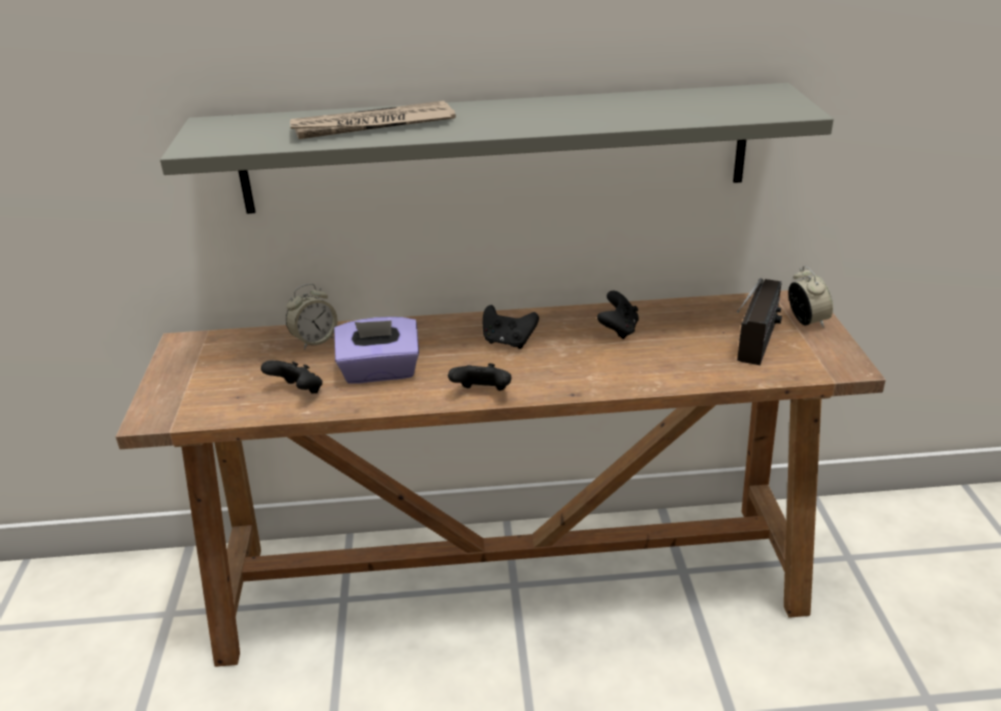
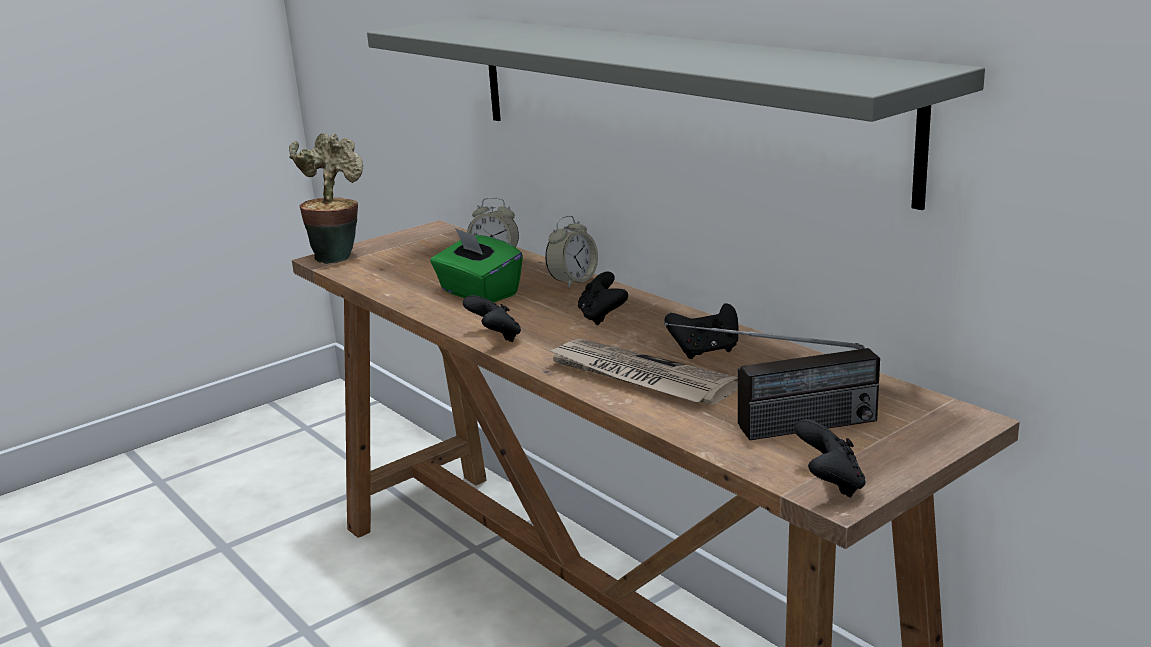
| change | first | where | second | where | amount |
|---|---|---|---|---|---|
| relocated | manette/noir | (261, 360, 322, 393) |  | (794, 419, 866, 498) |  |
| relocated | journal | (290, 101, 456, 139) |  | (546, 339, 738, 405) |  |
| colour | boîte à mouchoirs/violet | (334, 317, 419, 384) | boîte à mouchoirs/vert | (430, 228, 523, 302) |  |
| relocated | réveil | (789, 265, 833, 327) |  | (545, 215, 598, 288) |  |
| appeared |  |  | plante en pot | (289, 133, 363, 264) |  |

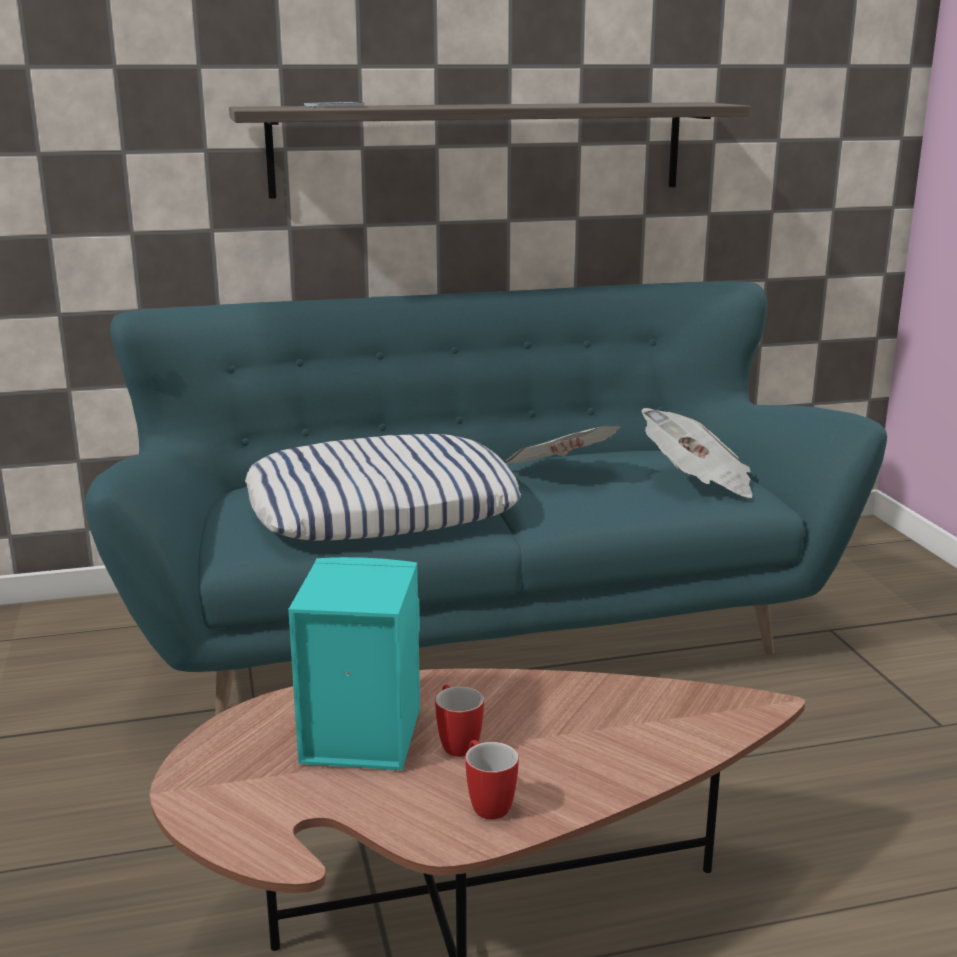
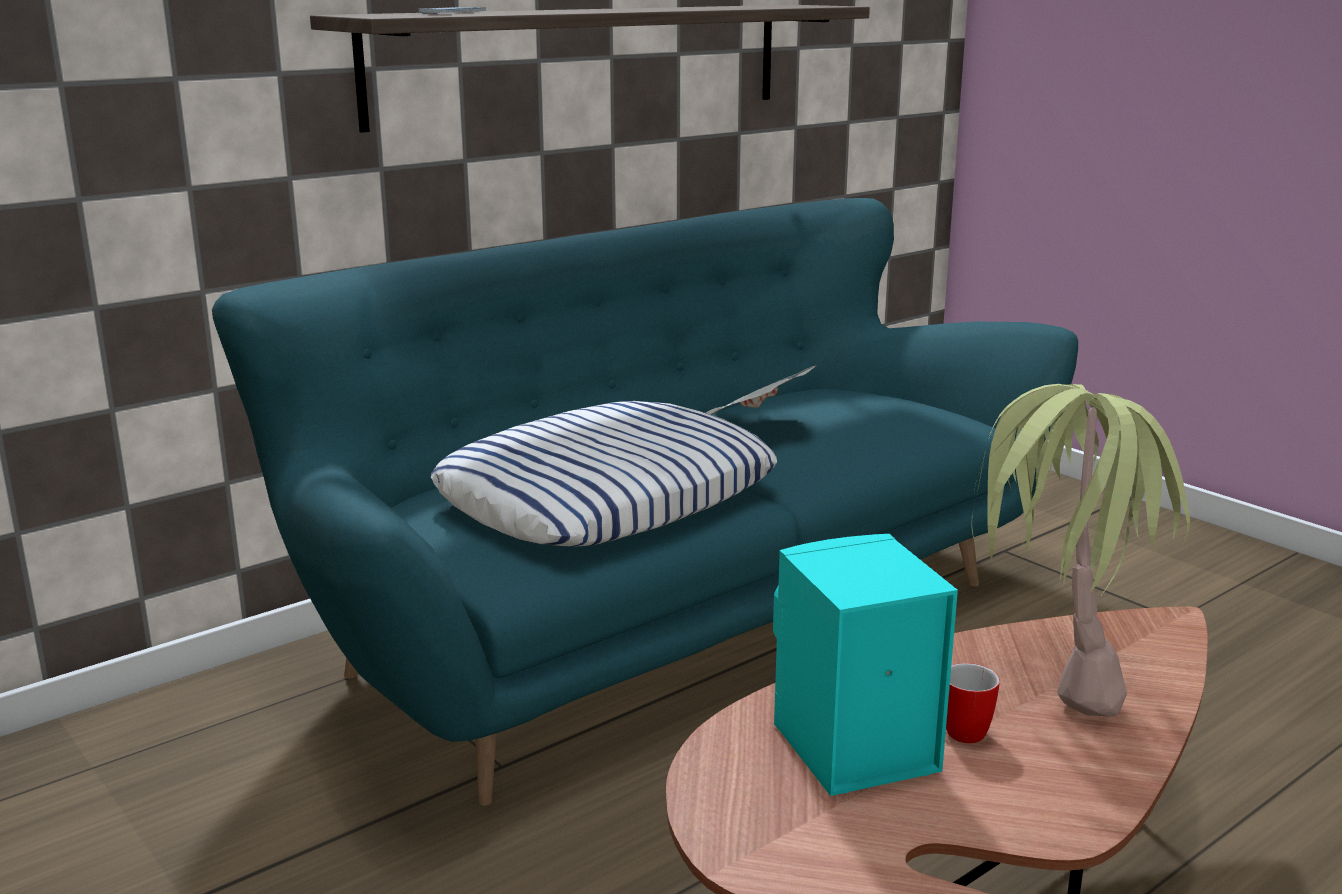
| change | first | where | second | where | amount |
|---|---|---|---|---|---|
| missing | mug | (465, 740, 519, 819) |  |  |  |
| missing | journal | (641, 408, 752, 498) |  |  |  |
| appeared |  |  | plante en pot | (971, 384, 1190, 717) |  |

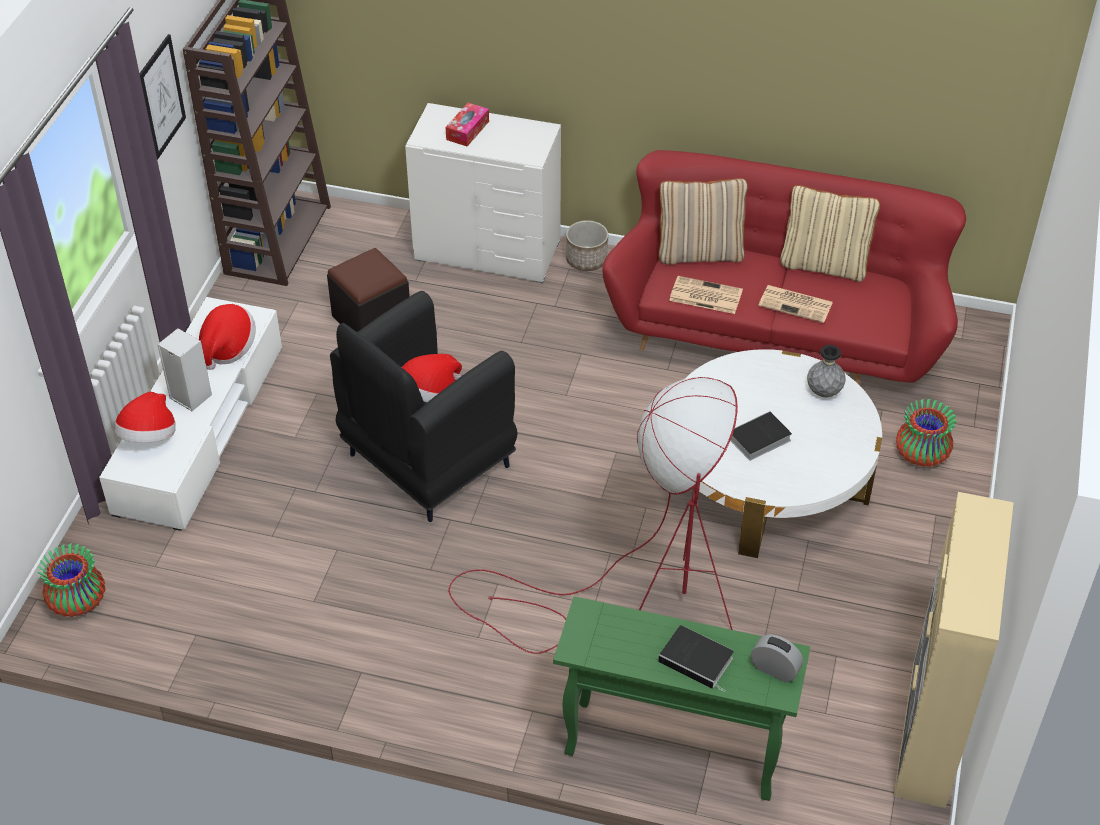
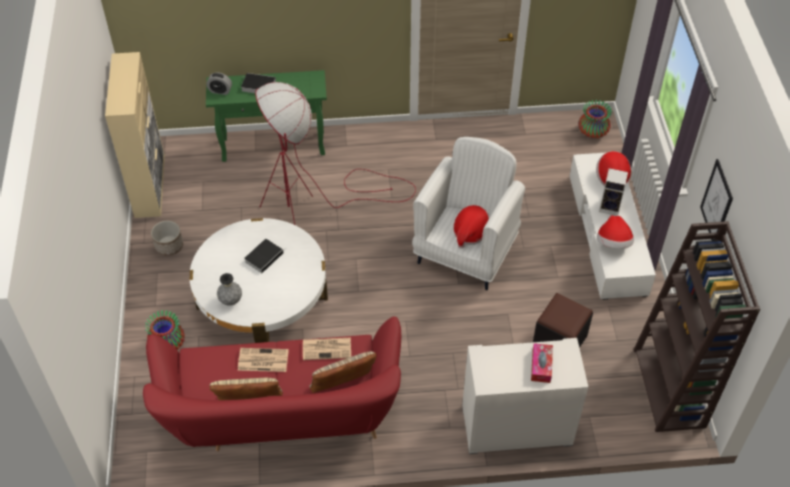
| change | first | where | second | where | amount |
|---|---|---|---|---|---|
| colour | fauteuil/noir | (330, 291, 517, 522) | fauteuil/blanc | (412, 137, 525, 290) |  |
| relocated | cache-pot | (566, 220, 608, 271) |  | (151, 221, 183, 256) |  |

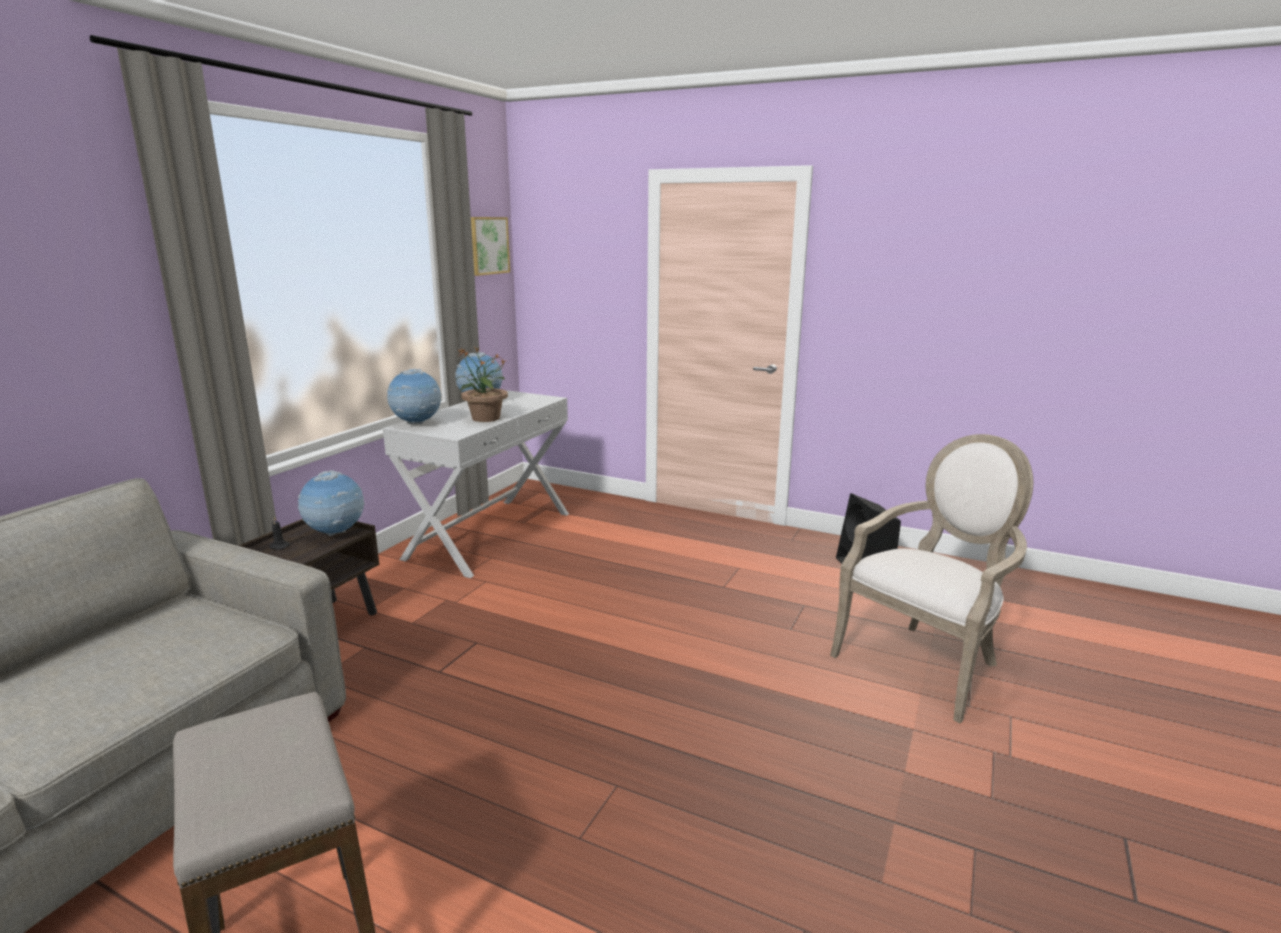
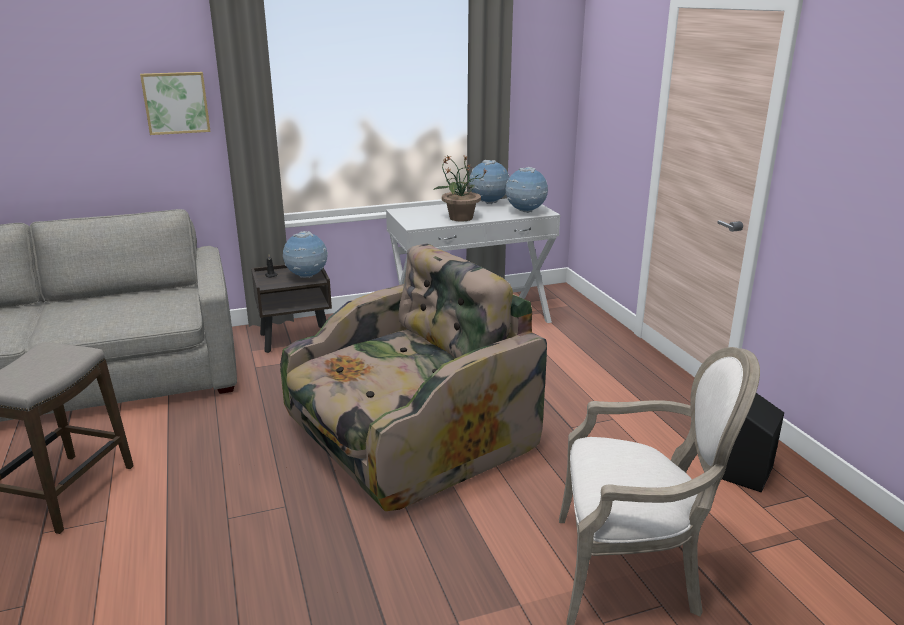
| change | first | where | second | where | amount |
|---|---|---|---|---|---|
| relocated | globe | (387, 369, 442, 424) |  | (505, 167, 548, 213) |  |
| relocated | tableau | (471, 217, 510, 276) |  | (140, 72, 211, 135) |  |
| appeared |  |  | fauteuil | (280, 243, 547, 511) |  |

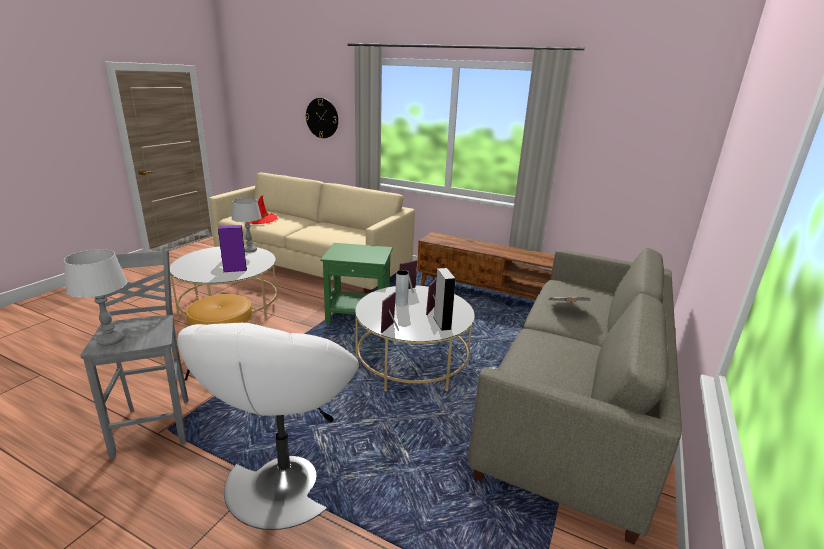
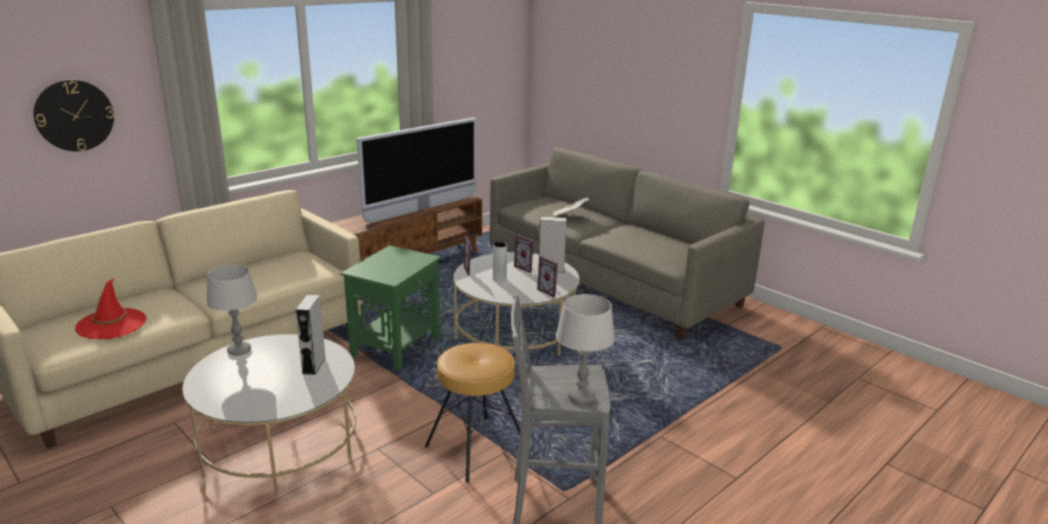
| change | first | where | second | where | amount |
|---|---|---|---|---|---|
| missing | fauteuil/blanc | (178, 323, 359, 530) |  |  |  |
| colour | enceinte/violet | (218, 225, 247, 272) | enceinte/gris | (295, 295, 326, 375) |  |
| appeared |  |  | téléviseur | (357, 118, 476, 223) |  |

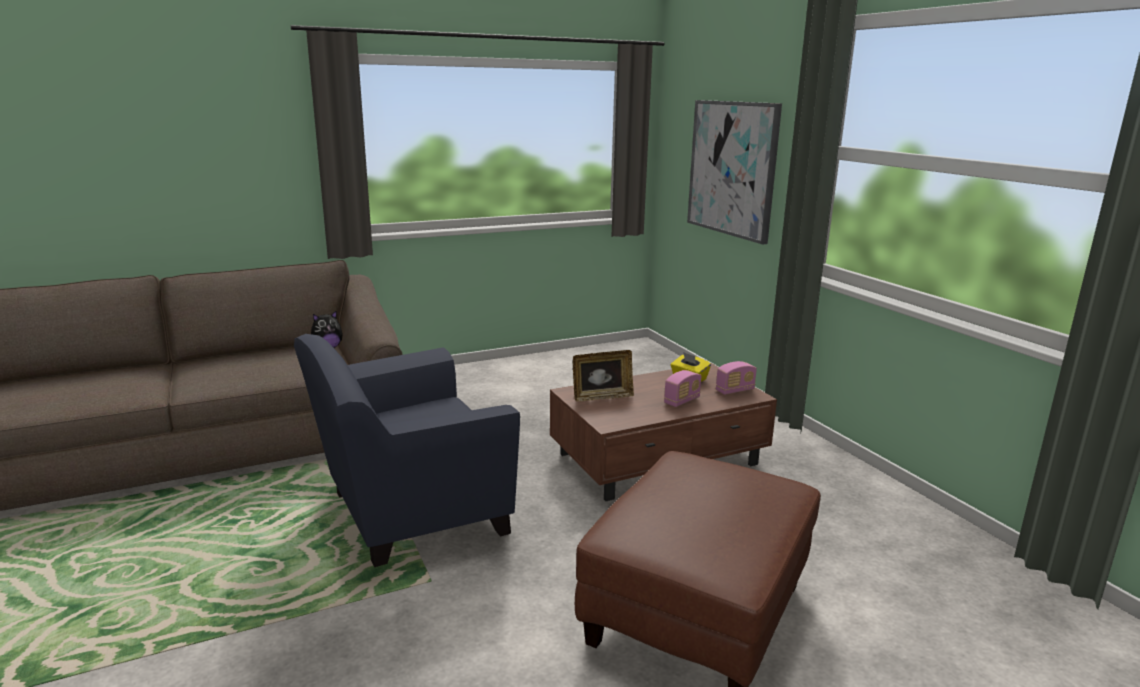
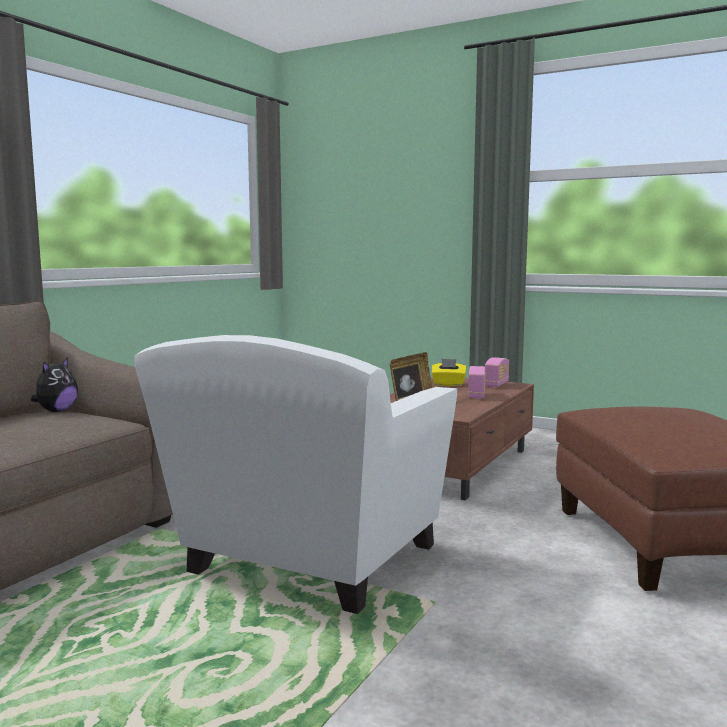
| change | first | where | second | where | amount |
|---|---|---|---|---|---|
| colour | fauteuil/bleu | (294, 334, 520, 567) | fauteuil/blanc | (134, 335, 457, 614) |  |
| missing | tableau | (687, 100, 782, 245) |  |  |  |

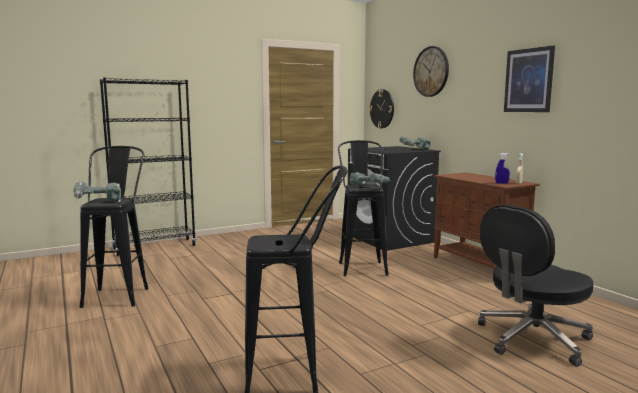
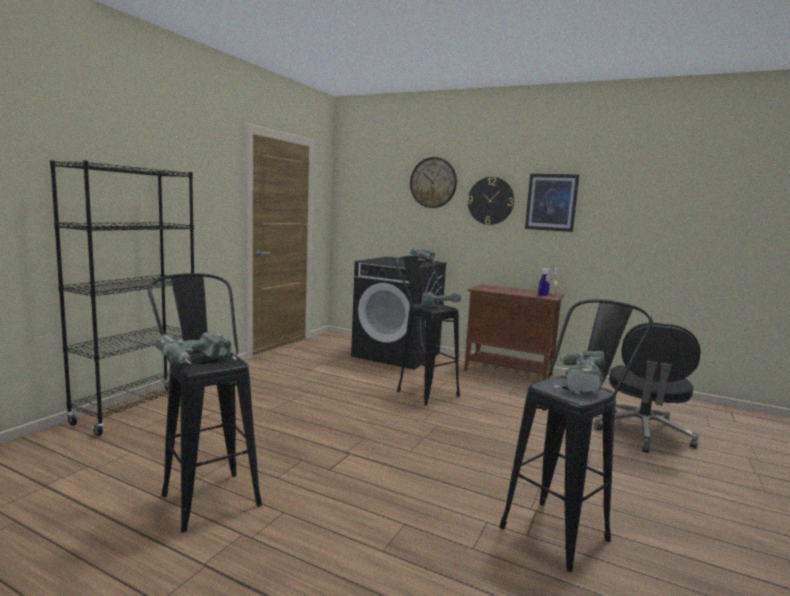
| change | first | where | second | where | amount |
|---|---|---|---|---|---|
| relocated | horloge murale | (369, 89, 394, 128) |  | (468, 177, 514, 225) |  |
| appeared |  |  | perceuse | (554, 351, 605, 392) |  |

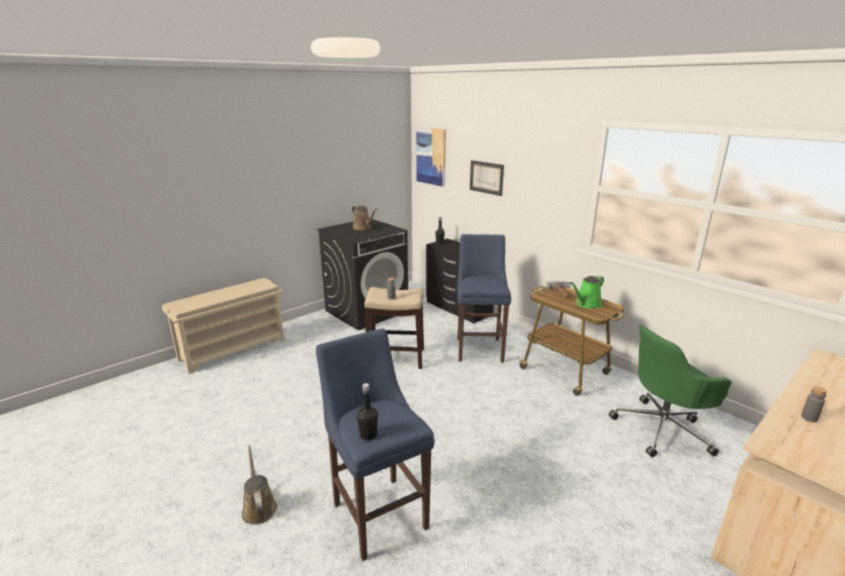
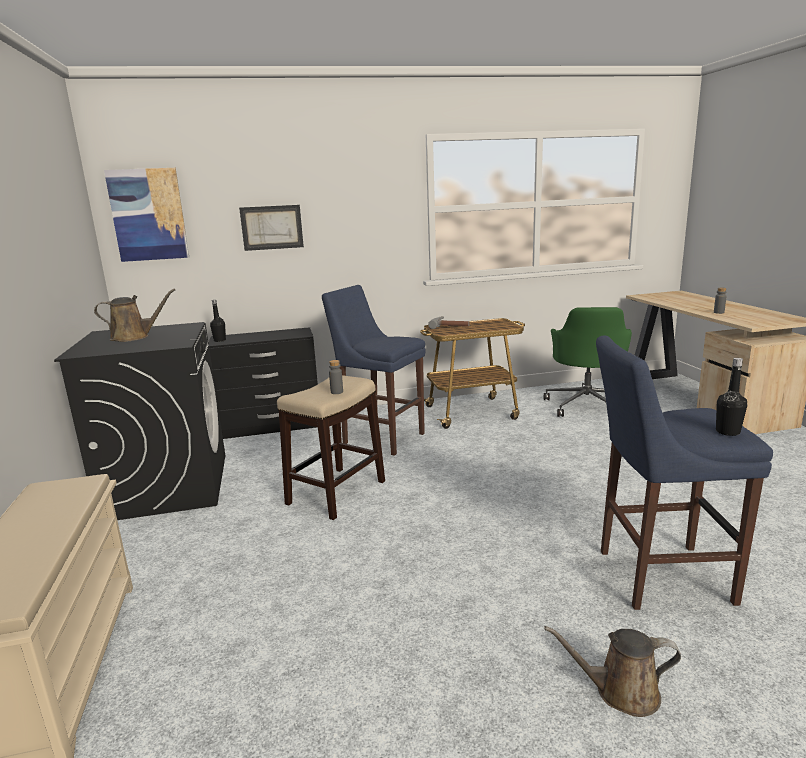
| change | first | where | second | where | amount |
|---|---|---|---|---|---|
| missing | arrosoir/vert | (570, 276, 604, 309) |  |  |  |

